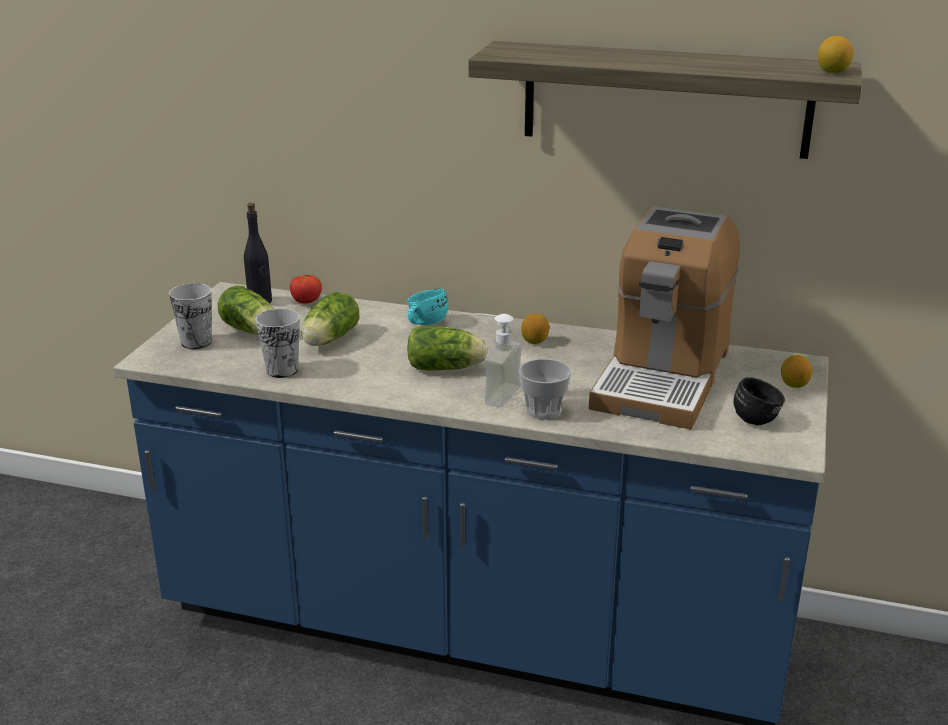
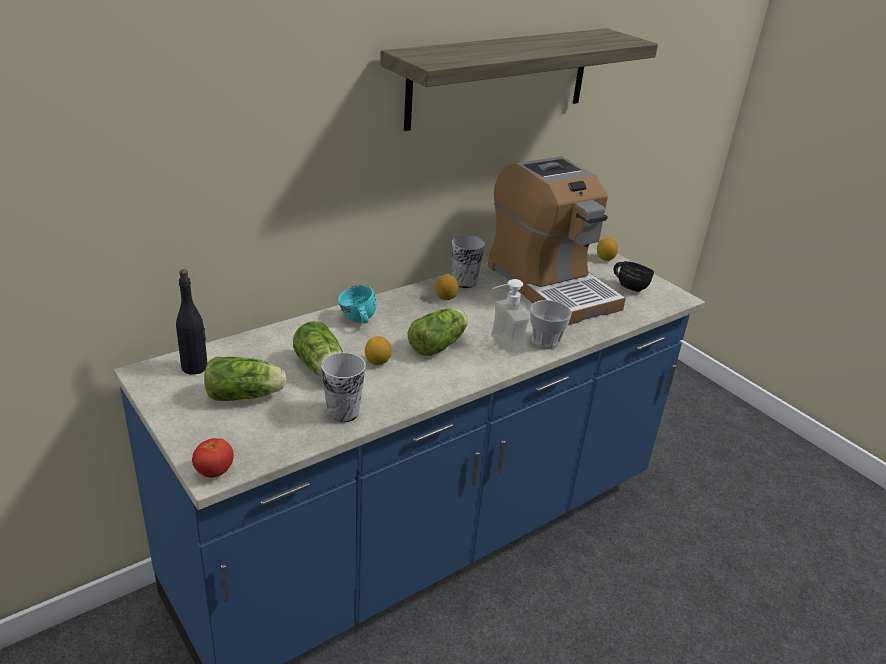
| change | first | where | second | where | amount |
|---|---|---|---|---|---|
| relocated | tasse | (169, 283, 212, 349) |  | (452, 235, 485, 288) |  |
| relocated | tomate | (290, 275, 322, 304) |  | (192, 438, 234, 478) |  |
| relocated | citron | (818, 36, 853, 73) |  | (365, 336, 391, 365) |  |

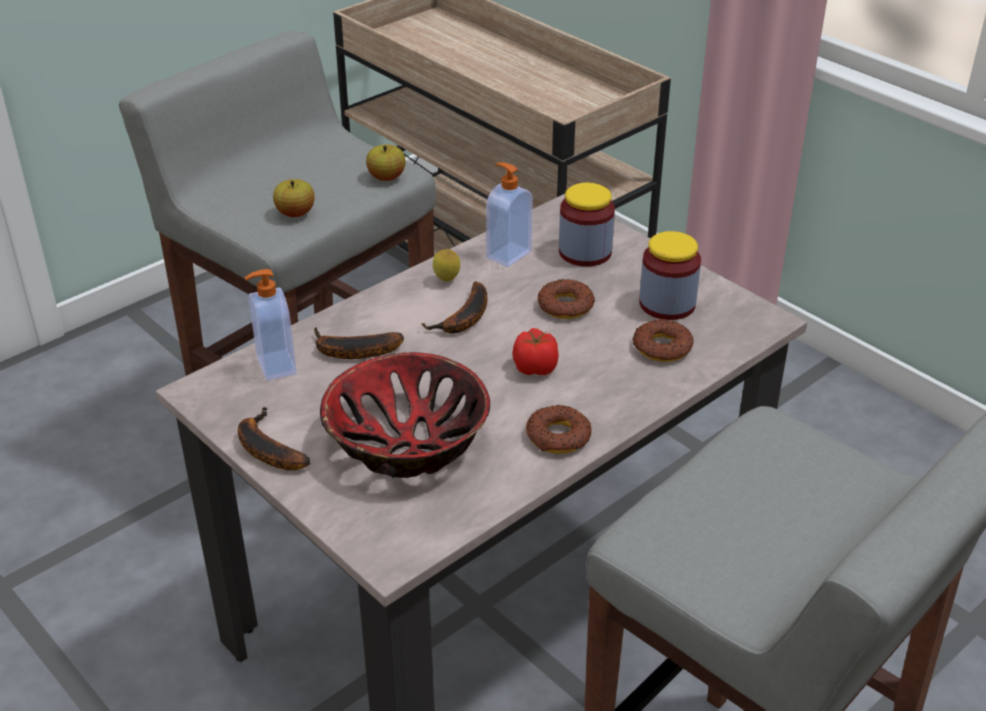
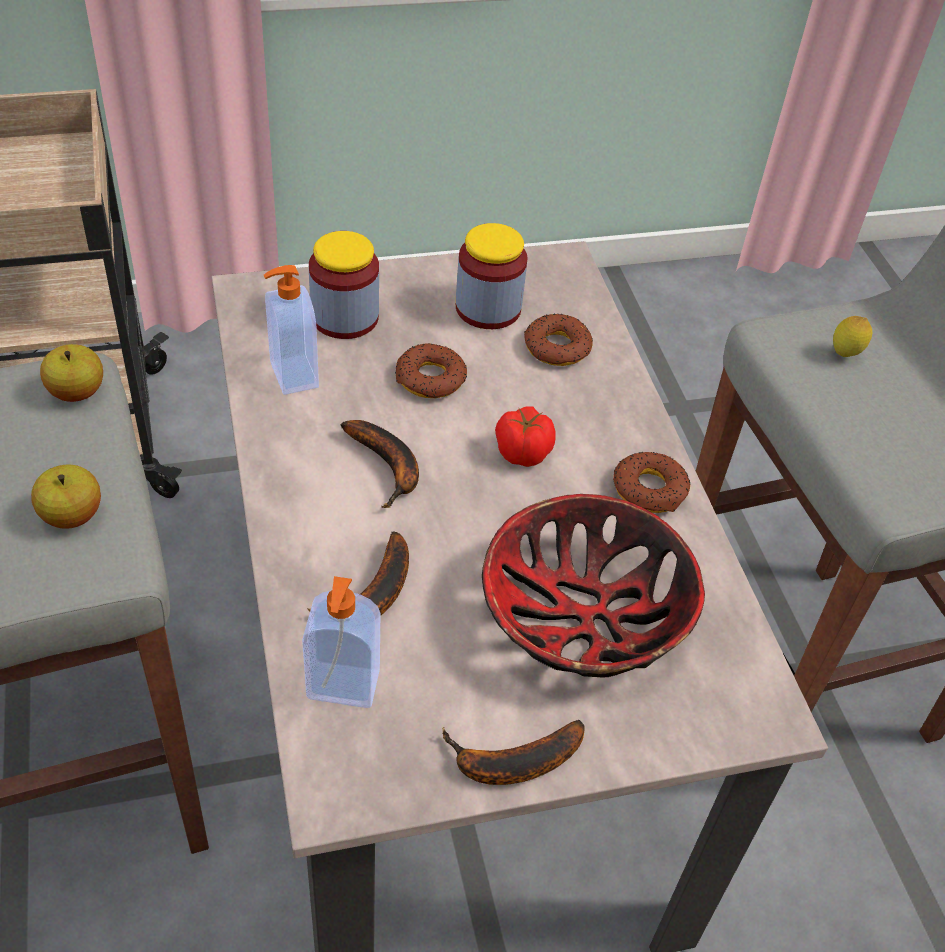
| change | first | where | second | where | amount |
|---|---|---|---|---|---|
| relocated | citron | (433, 249, 460, 282) |  | (833, 316, 872, 357) |  |

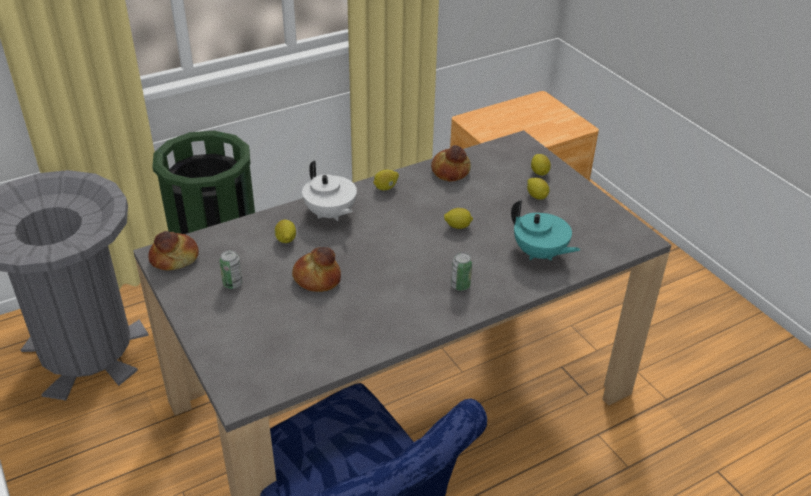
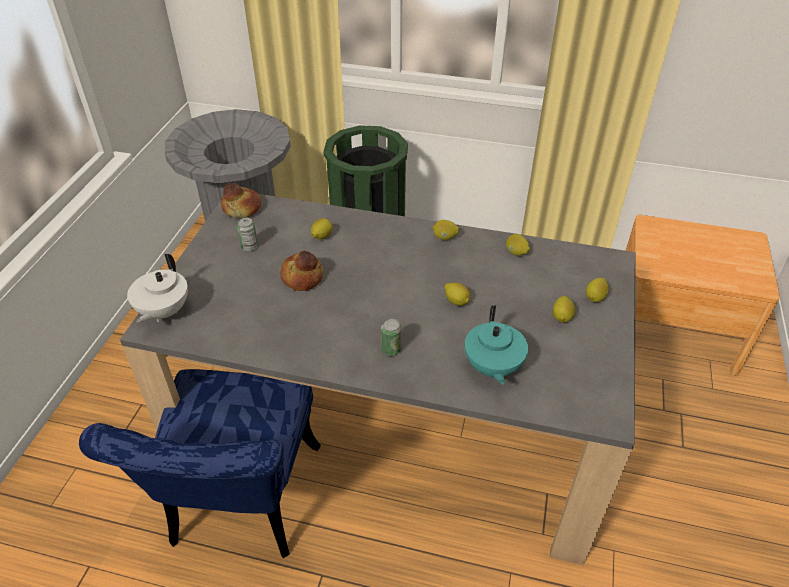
| change | first | where | second | where | amount |
|---|---|---|---|---|---|
| relocated | théière/blanc | (302, 161, 357, 221) |  | (127, 254, 188, 322) |  |
| exchanged | pain | (431, 145, 471, 182) | citron | (506, 234, 530, 256) |  |

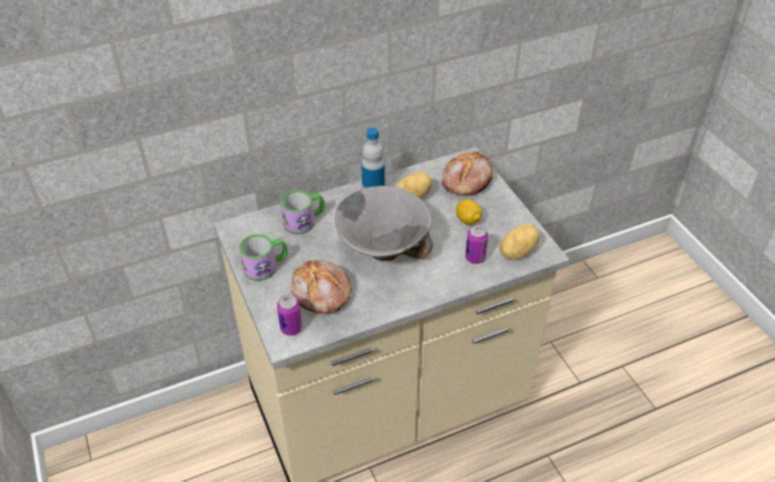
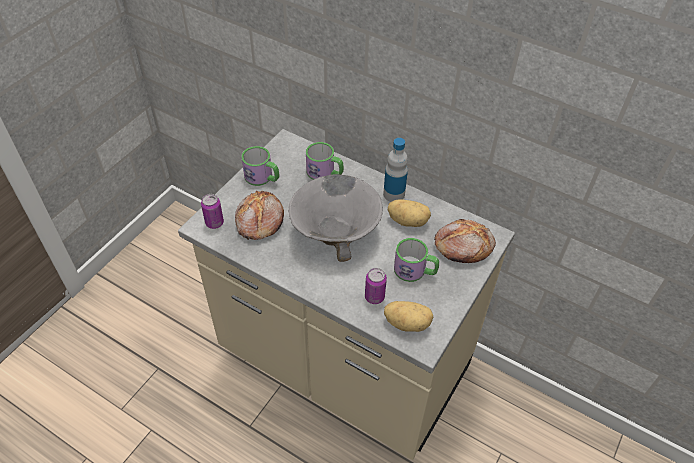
| change | first | where | second | where | amount |
|---|---|---|---|---|---|
| exchanged | citron | (456, 199, 482, 225) | mug | (394, 238, 439, 282) |  |

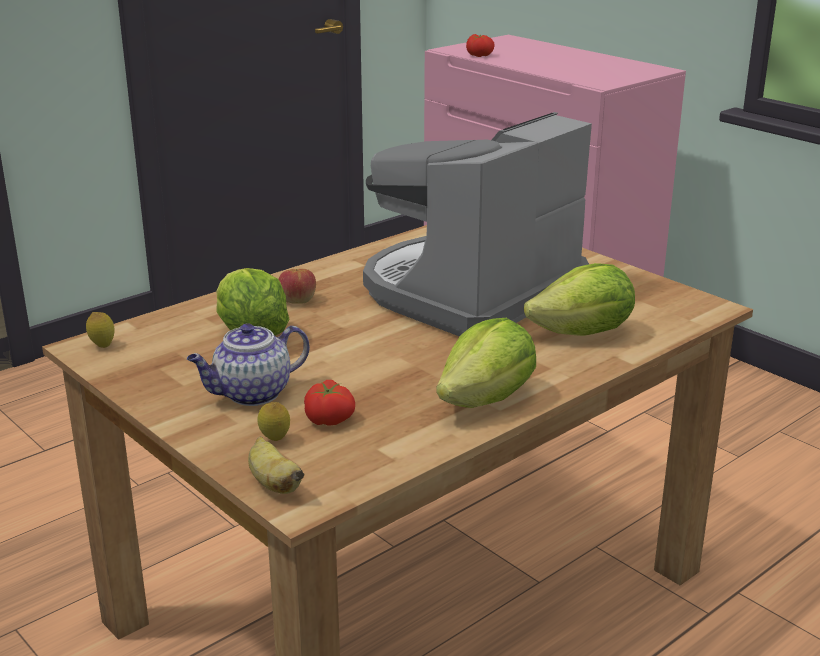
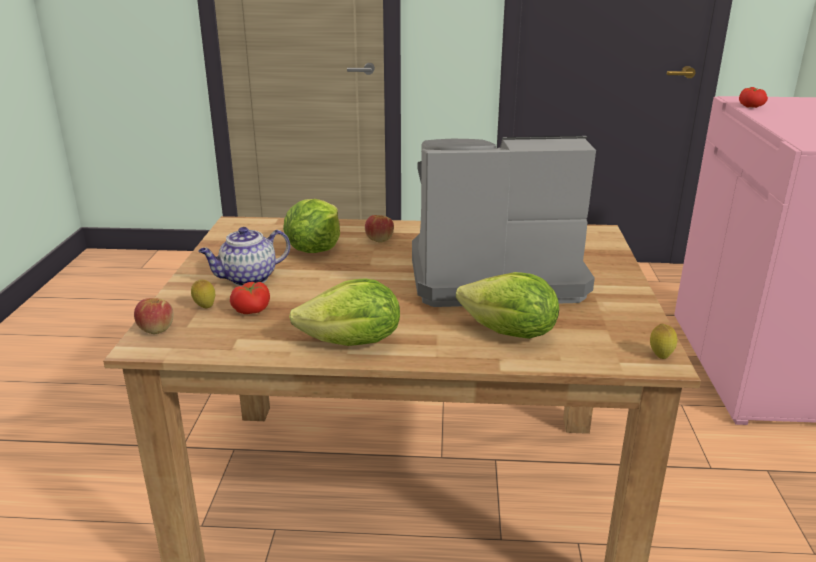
| change | first | where | second | where | amount |
|---|---|---|---|---|---|
| relocated | citron | (86, 312, 115, 348) |  | (650, 323, 677, 359) |  |
| spun | théière | (187, 323, 310, 406) |  | (198, 227, 290, 286) | 45 degrees counterclockwise |
| exchanged | banane | (248, 436, 304, 494) | pomme | (134, 298, 174, 334) |  |

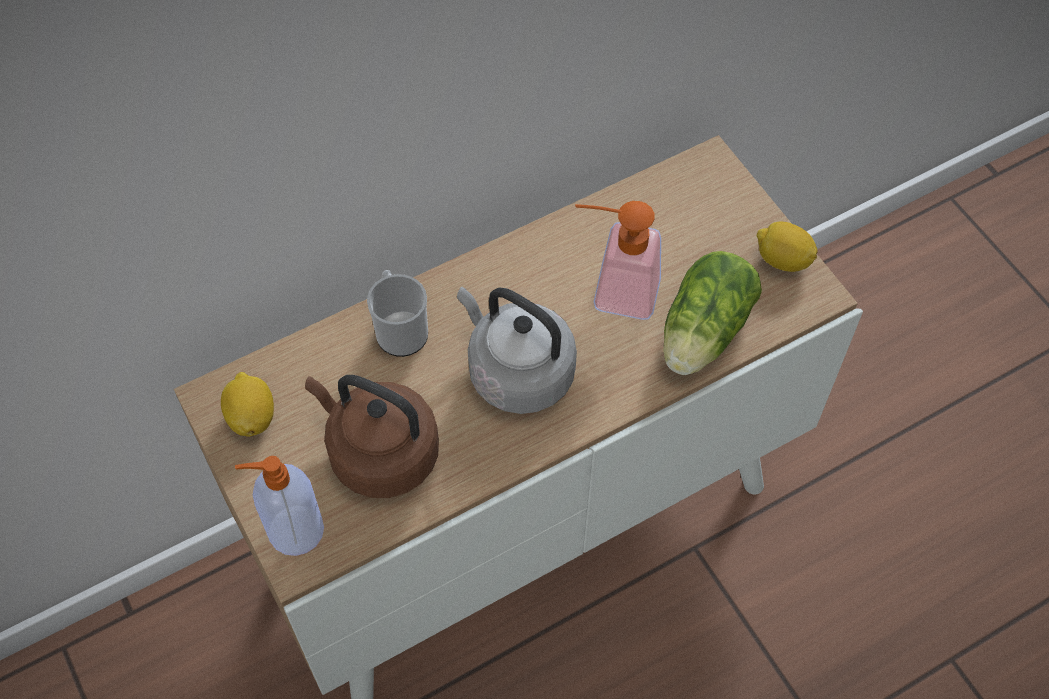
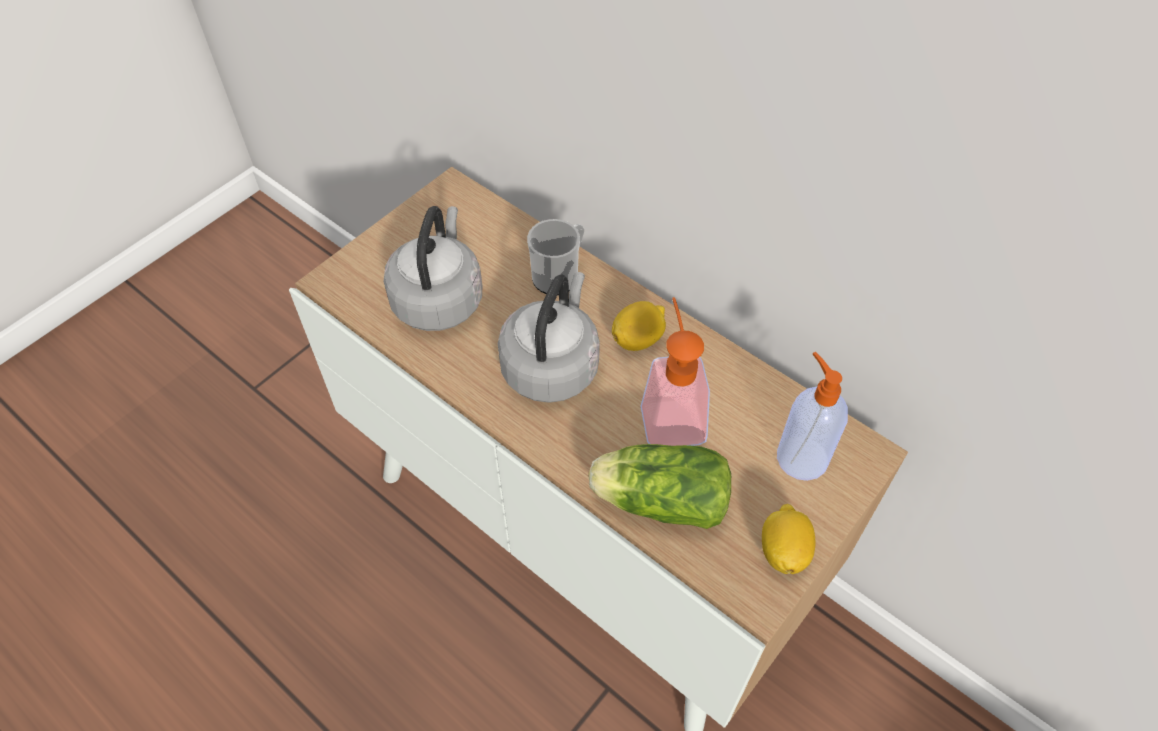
| change | first | where | second | where | amount |
|---|---|---|---|---|---|
| relocated | citron | (221, 372, 274, 437) |  | (612, 301, 666, 351) |  |
| relocated | distributeur de savon | (235, 456, 324, 556) |  | (777, 352, 848, 481) |  |
| colour | bouilloire/marron | (305, 375, 439, 498) | bouilloire/gris | (384, 206, 482, 331) |  |

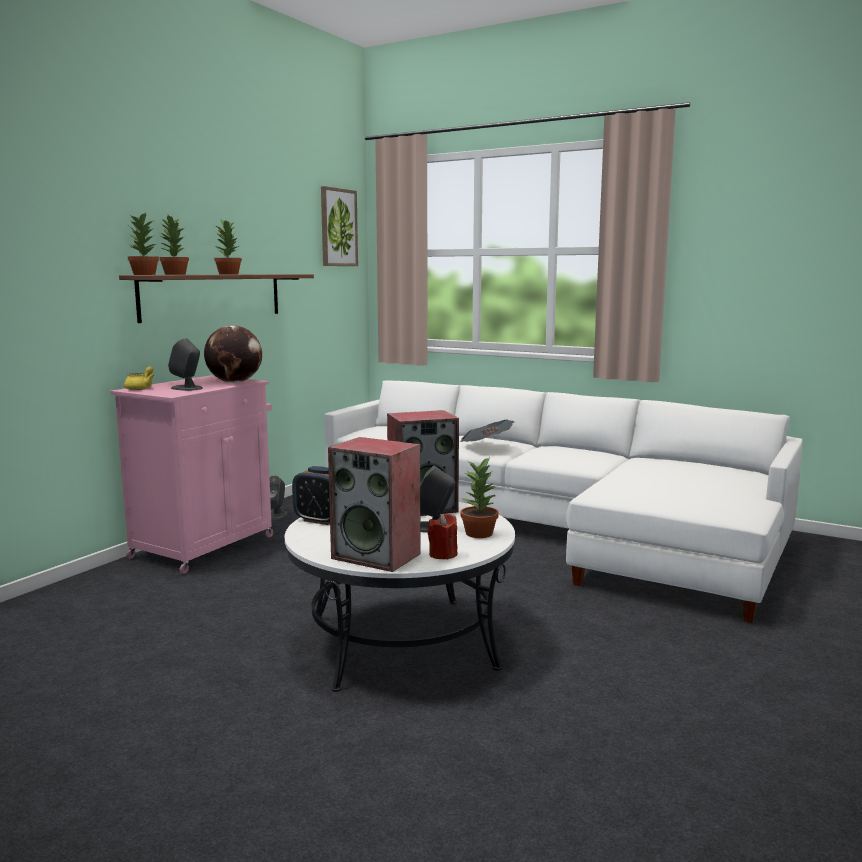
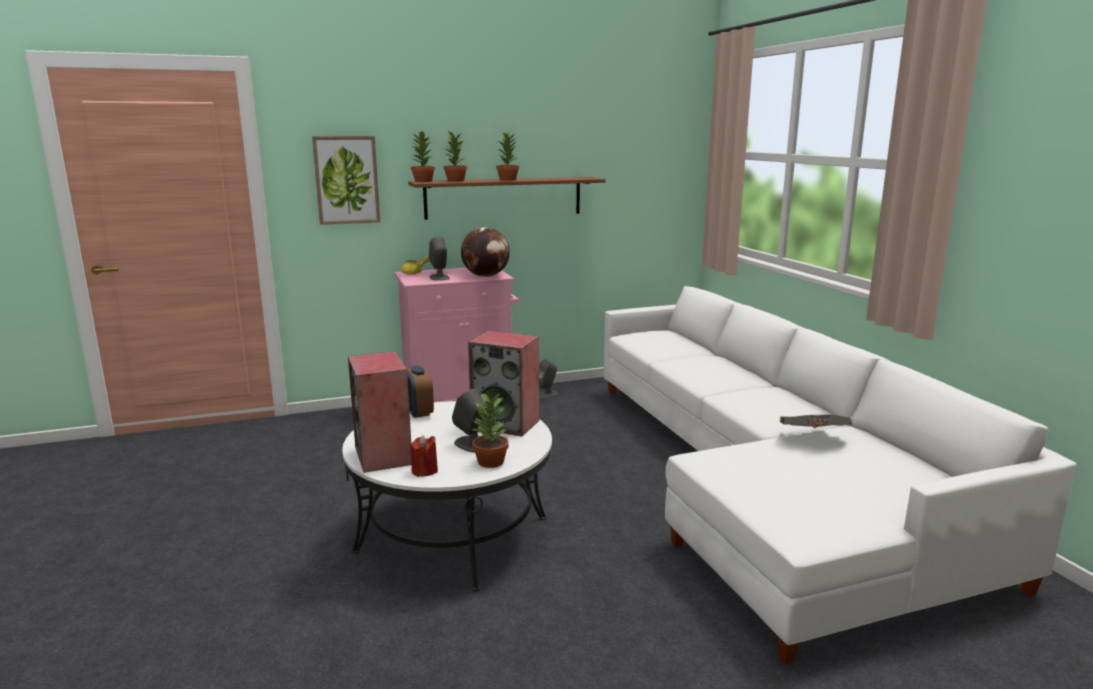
| change | first | where | second | where | amount |
|---|---|---|---|---|---|
| relocated | tableau | (321, 186, 358, 266) |  | (312, 136, 380, 225) |  |
| relocated | journal | (460, 419, 514, 442) |  | (780, 415, 852, 428) |  |

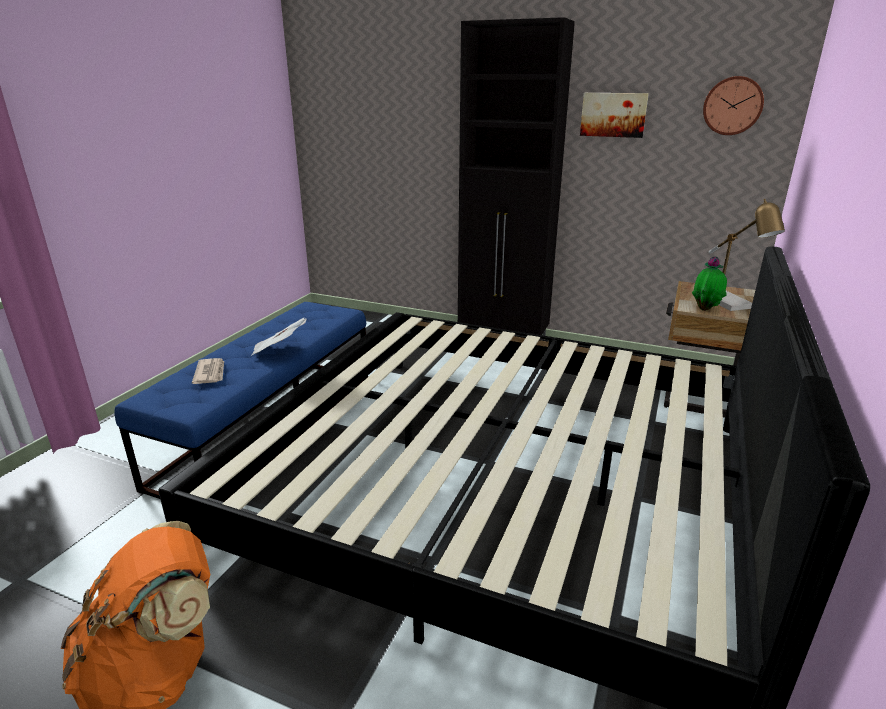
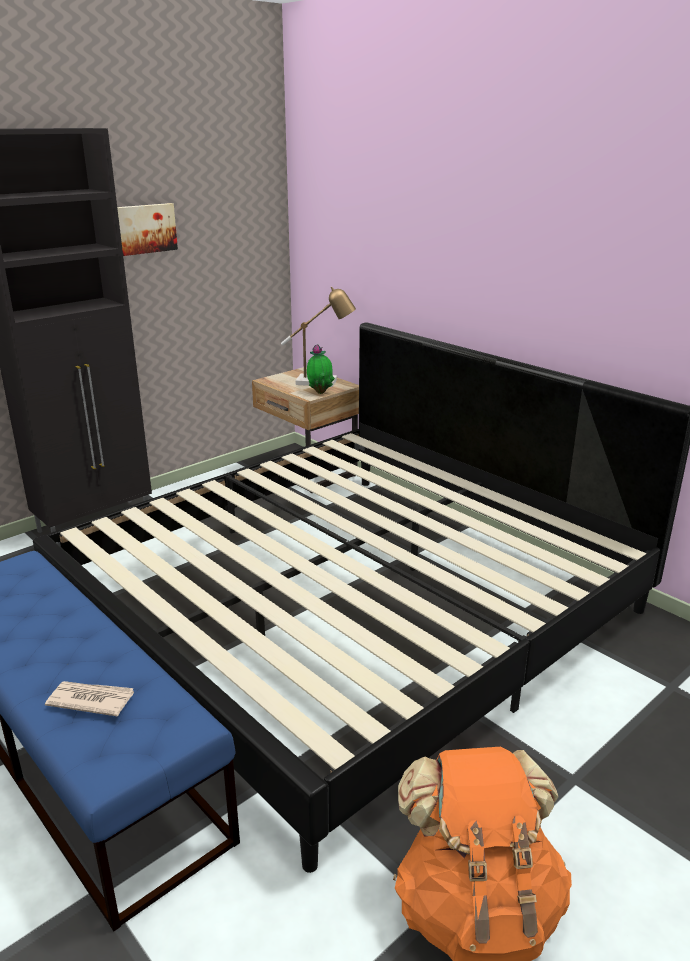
| change | first | where | second | where | amount |
|---|---|---|---|---|---|
| missing | journal | (251, 317, 307, 356) |  |  |  |
| missing | horloge murale | (703, 76, 764, 135) |  |  |  |

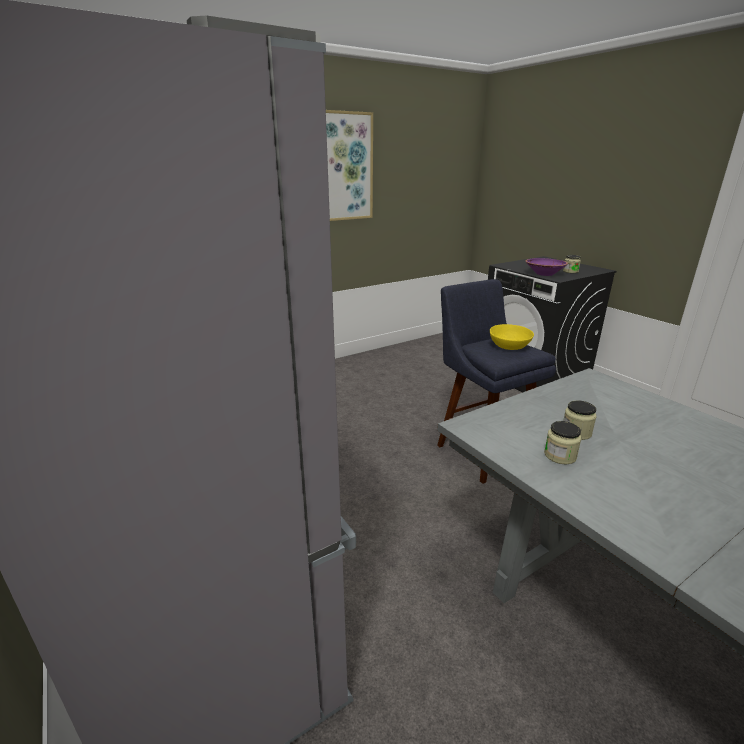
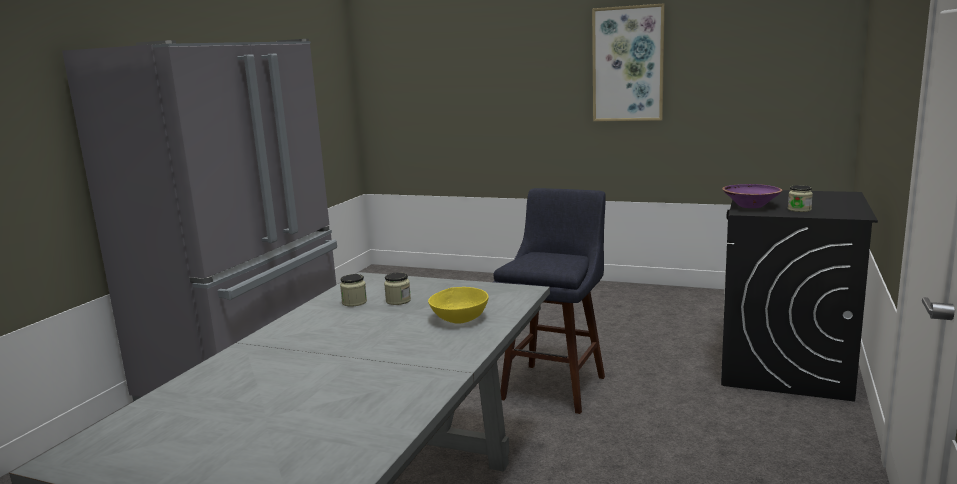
| change | first | where | second | where | amount |
|---|---|---|---|---|---|
| relocated | bol/jaune | (490, 324, 534, 350) |  | (428, 287, 489, 323) |  |

